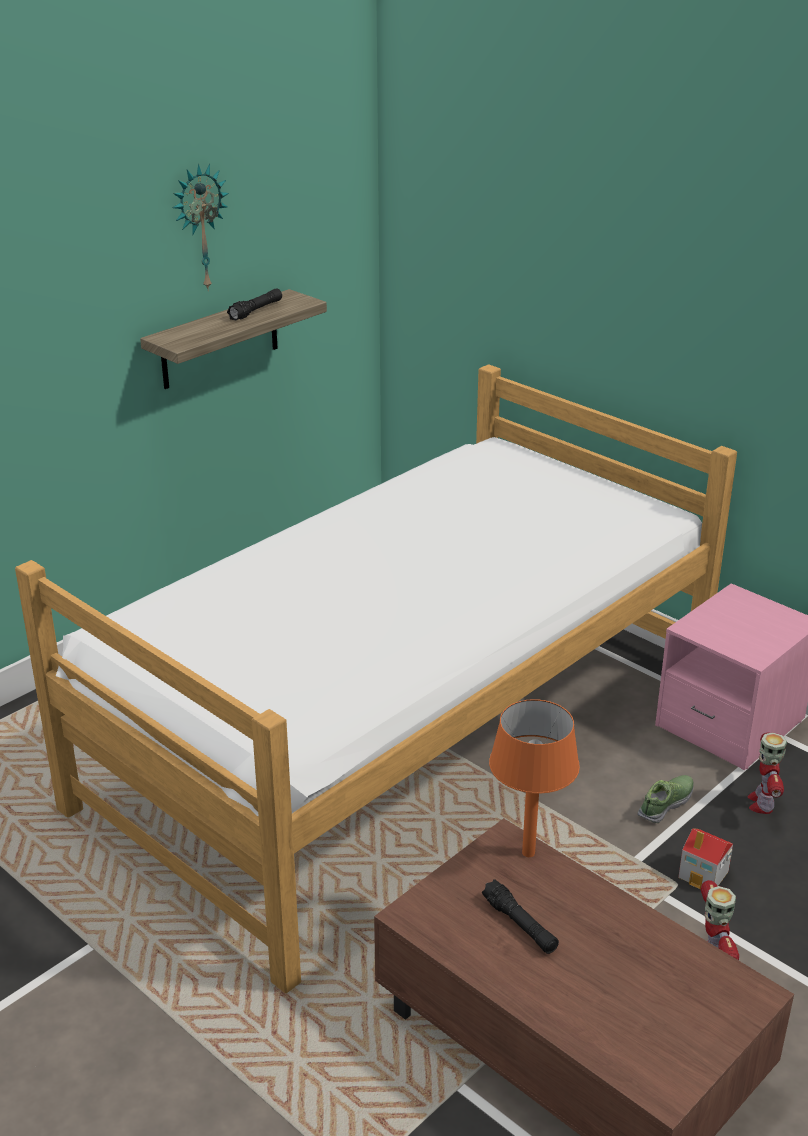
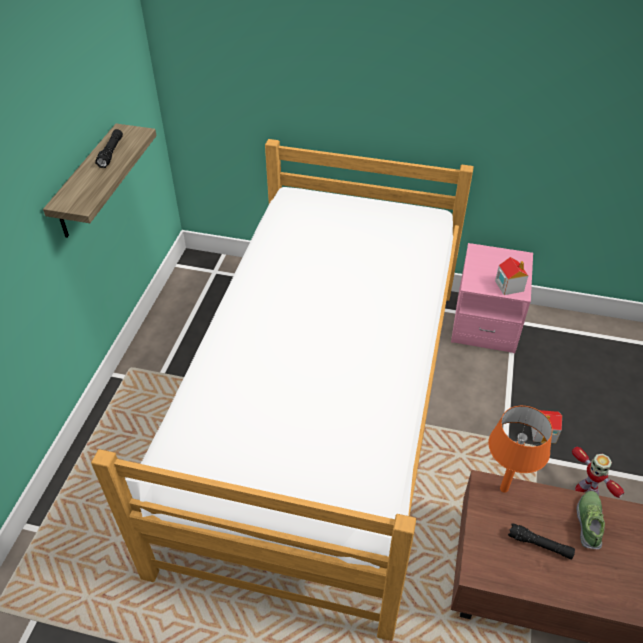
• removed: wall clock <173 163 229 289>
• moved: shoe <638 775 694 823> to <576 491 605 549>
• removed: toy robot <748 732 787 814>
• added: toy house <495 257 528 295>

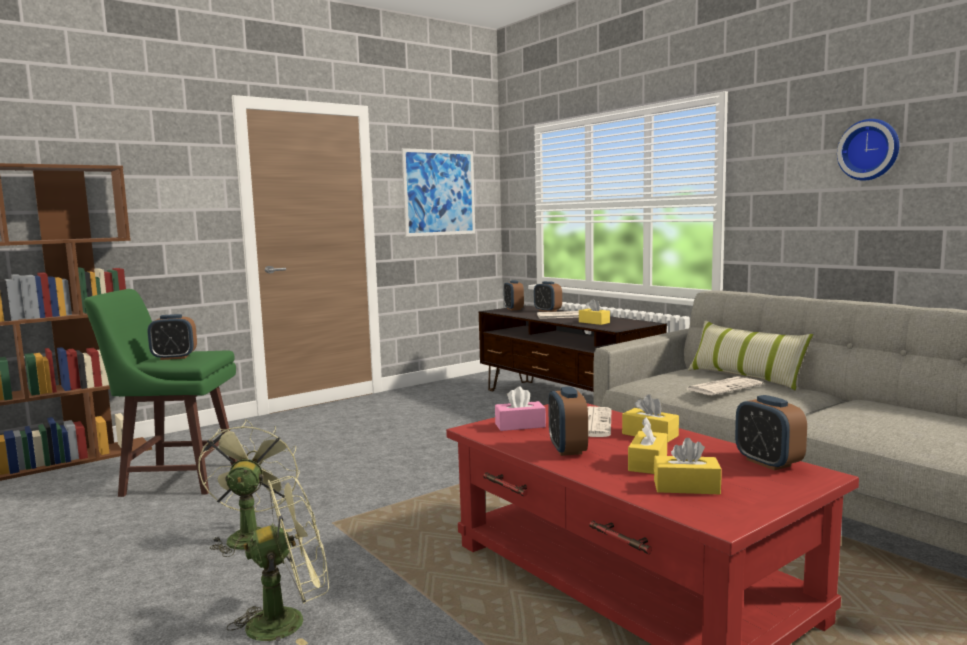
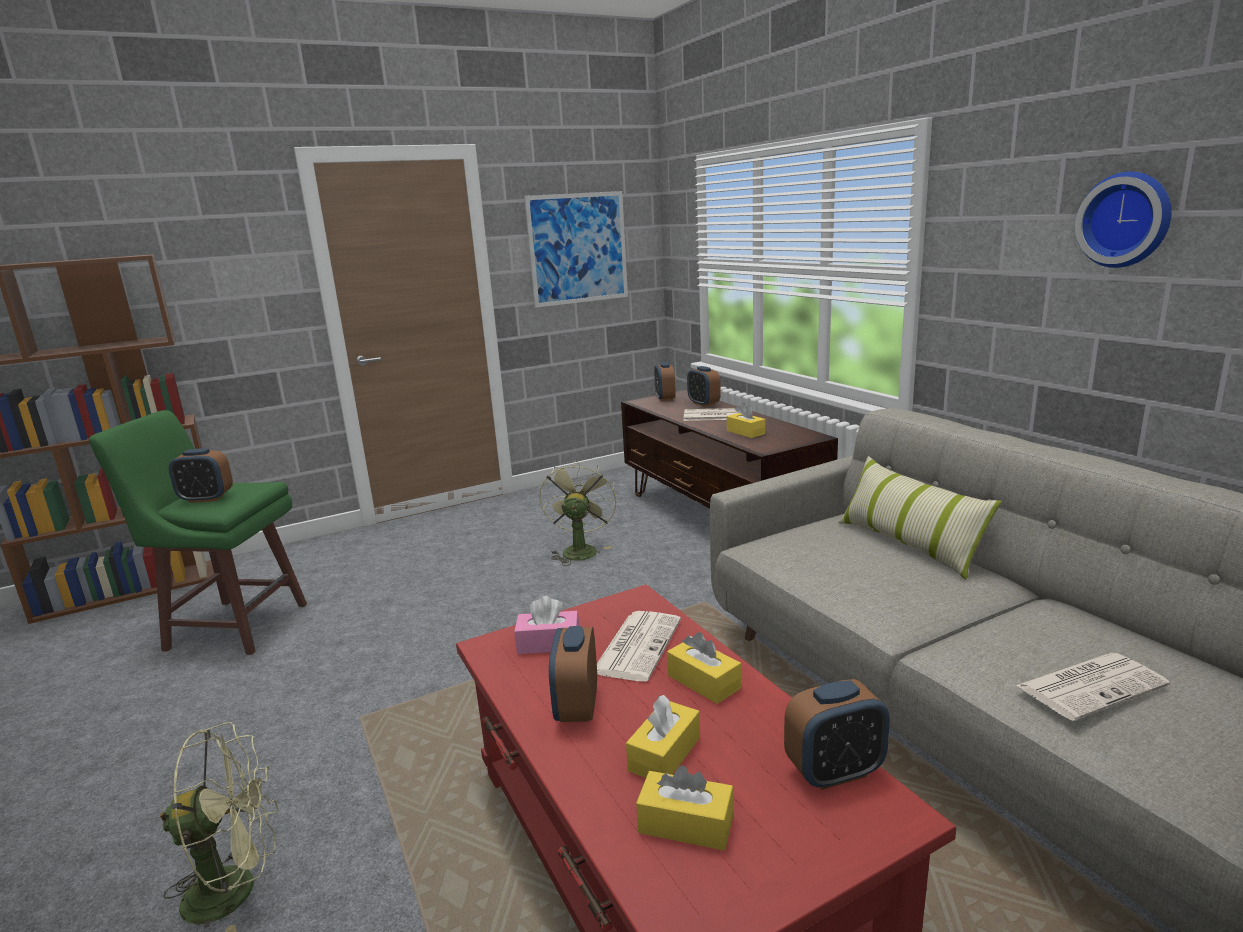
• moved: fan (green) <198 419 300 557> to <539 460 616 566>
• moved: newspaper <687 376 762 395> to <1015 653 1170 721>
• turned: alarm clock <735 395 807 471> = <784 679 890 790> 90 degrees counterclockwise

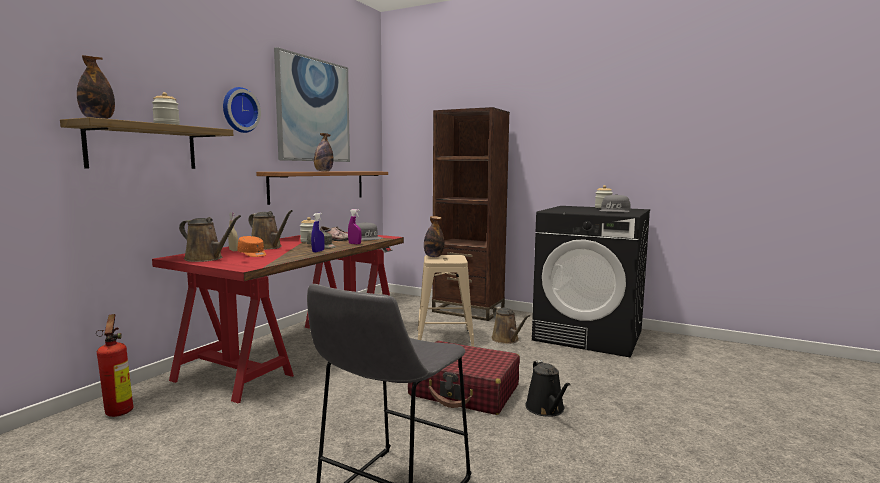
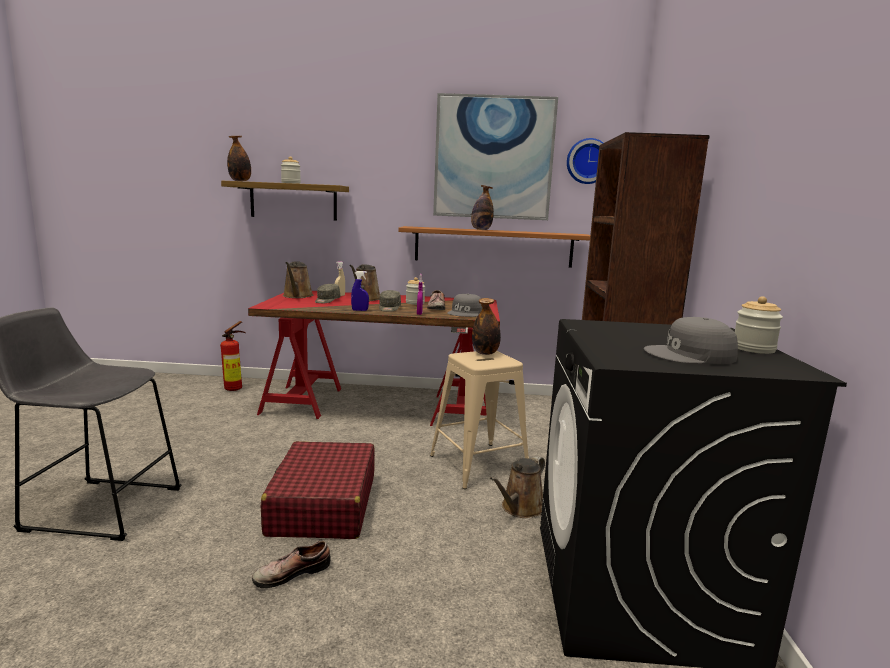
• moved: wall clock <223 87 261 133> to <567 138 603 184>
• recoloured: cap (orange) <237 236 266 257> to cap (grey) <315 284 340 303>
• replaced: watering can (black) <525 360 571 417> to shoe <252 540 331 588>

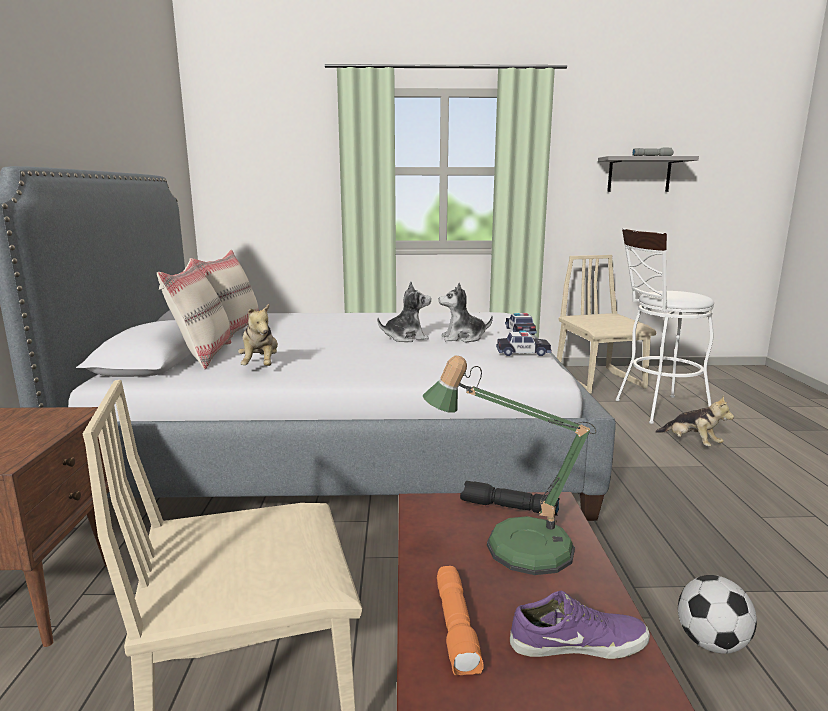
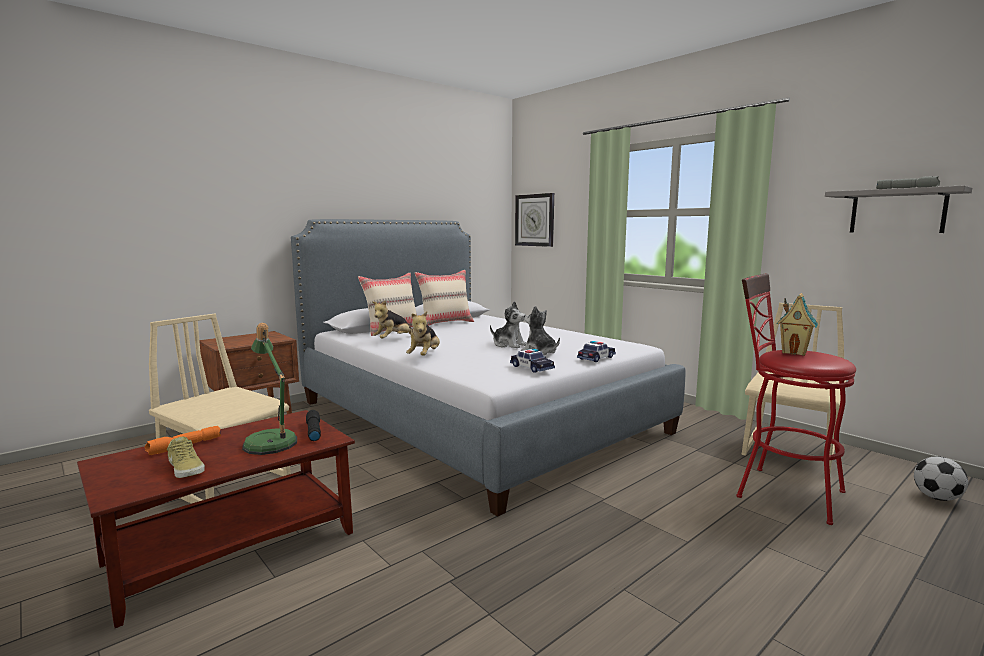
• recoloured: shoe (purple) <510 591 650 659> to shoe (beige) <167 436 205 478>
• recoloured: stool (white) <615 228 714 424> to stool (red) <736 273 856 525>
• moved: plush toy <655 396 734 446> to <406 311 440 356>
• moved: football <678 575 757 654> to <914 456 968 501>
• added: wall clock <515 193 554 247>
• added: toy house <777 293 818 356>

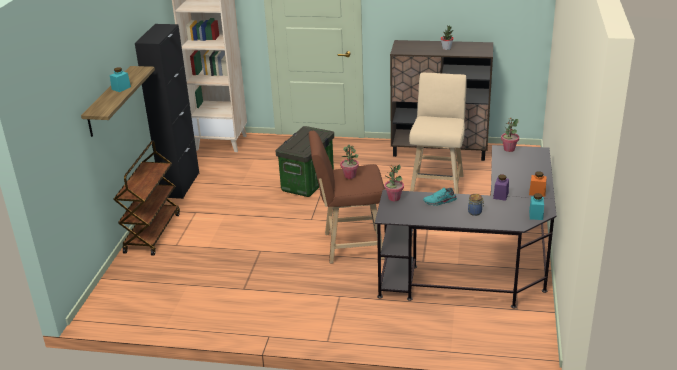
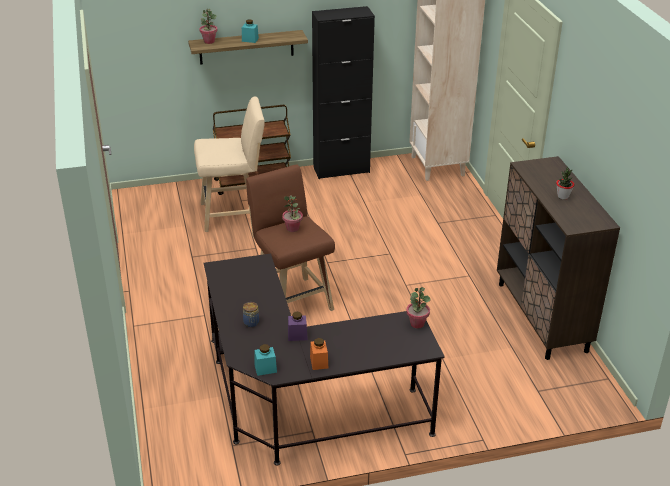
• removed: storage box <275 126 334 197>
• moved: potted plant <384 164 404 201> to <199 9 217 44>
• moved: stool (beige) <409 73 467 194> to <194 97 265 232>
• removed: shoe (turquoise) <423 188 457 206>

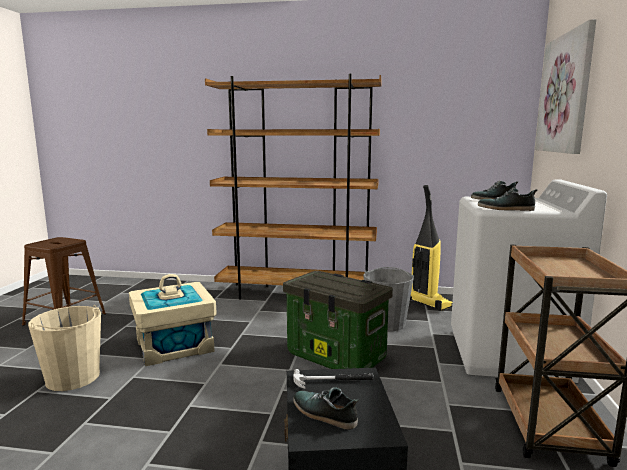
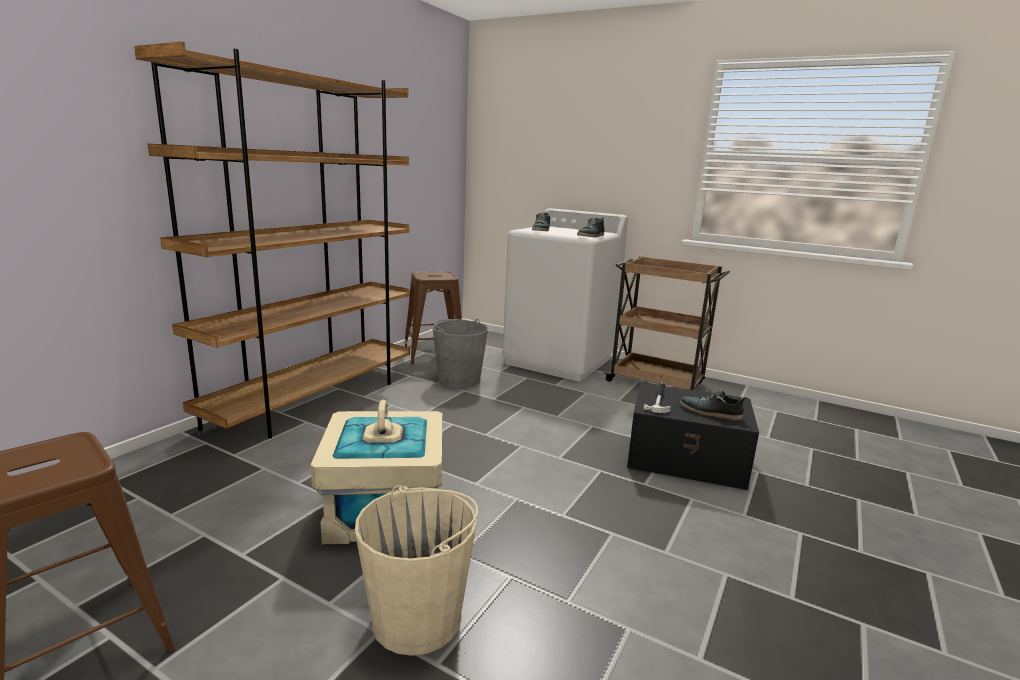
• removed: storage box <283 271 393 369>
• turned: shoe <294 387 358 430> = <680 390 747 421> 60 degrees clockwise
• replaced: vacuum cleaner <410 185 452 311> to stool (brown) <405 271 462 364>
• removed: picture <535 19 596 154>

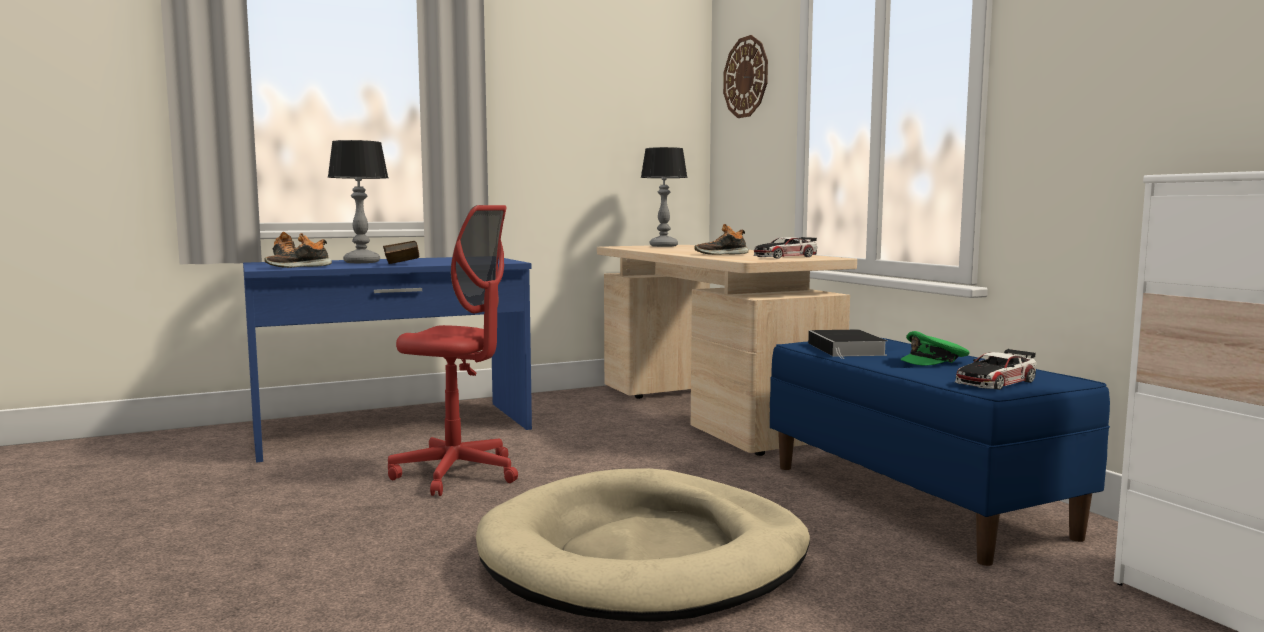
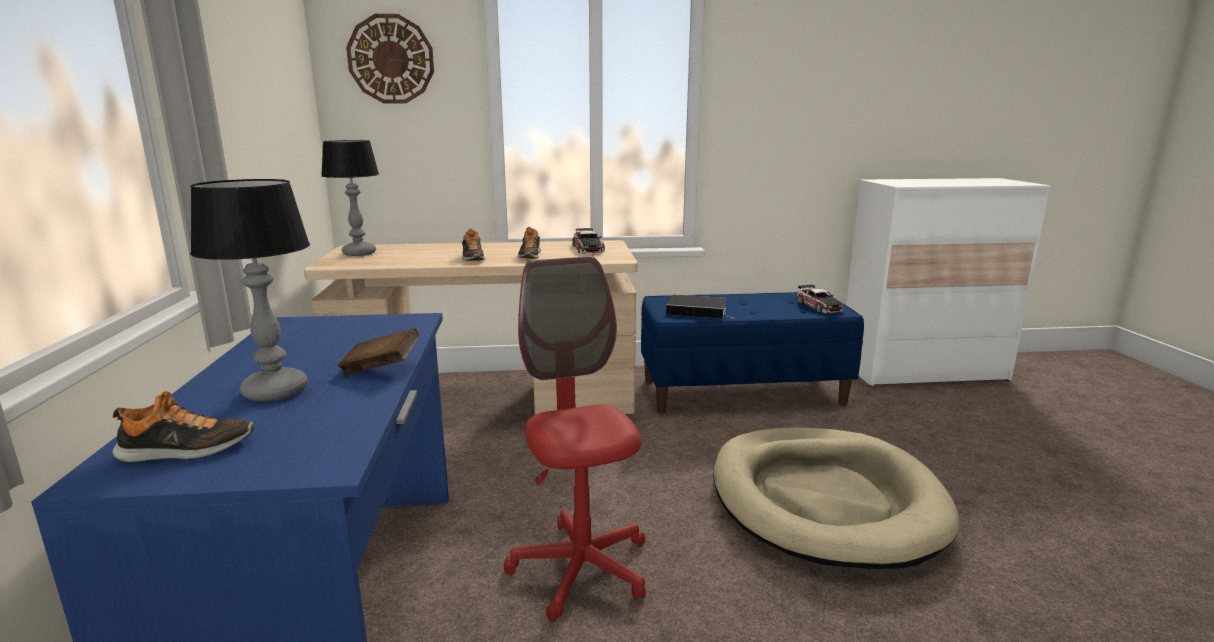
• moved: shoe <265 233 332 268> to <462 228 485 261>
• turned: office chair (red) <388 205 518 496> = <504 256 646 622> 60 degrees counterclockwise
• removed: cap (green) <901 331 969 365>

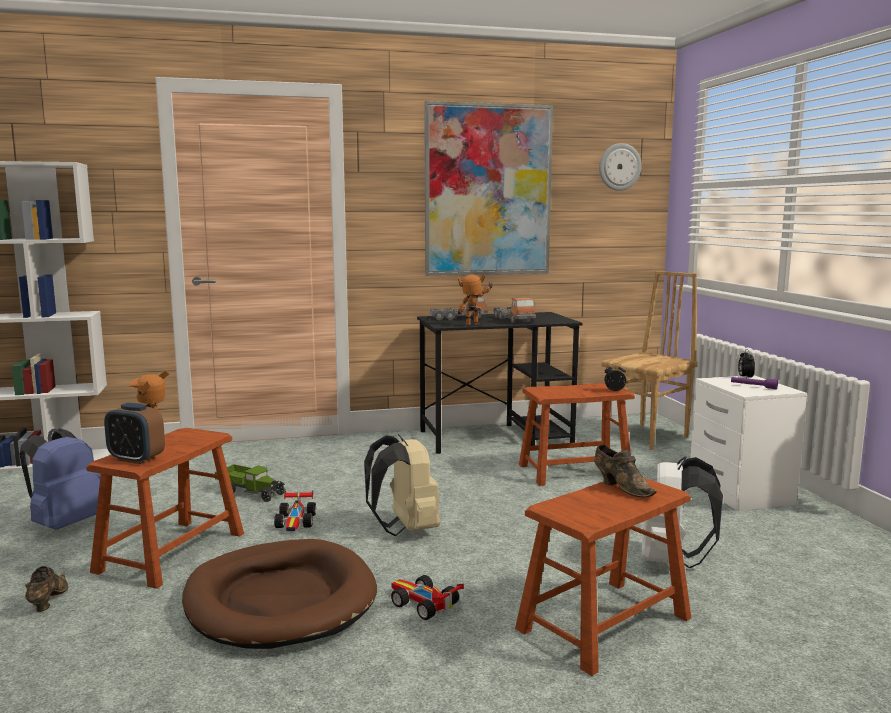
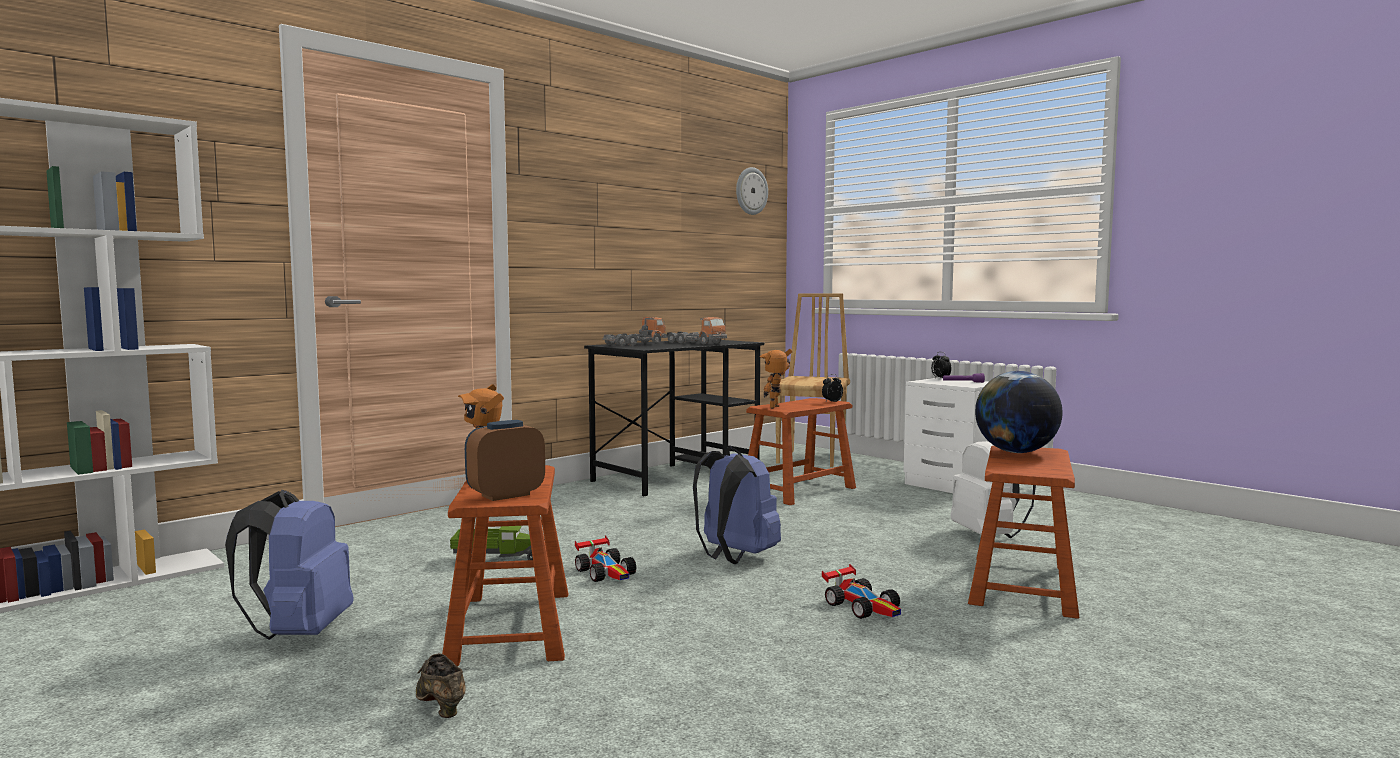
• turned: alarm clock <104 403 165 464> = <465 420 545 501> 150 degrees clockwise
• removed: dog bed (brown) <182 539 377 649>
• recoloured: backpack (beige) <364 434 440 536> to backpack (blue) <693 446 781 564>
• turned: toy car <391 575 464 620> = <822 564 901 619> 135 degrees counterclockwise
• removed: picture <424 101 553 276>
• moved: toy robot <458 274 493 326> to <760 349 793 409>
• replaced: shoe (brown) <594 444 657 498> to globe <975 371 1062 453>

